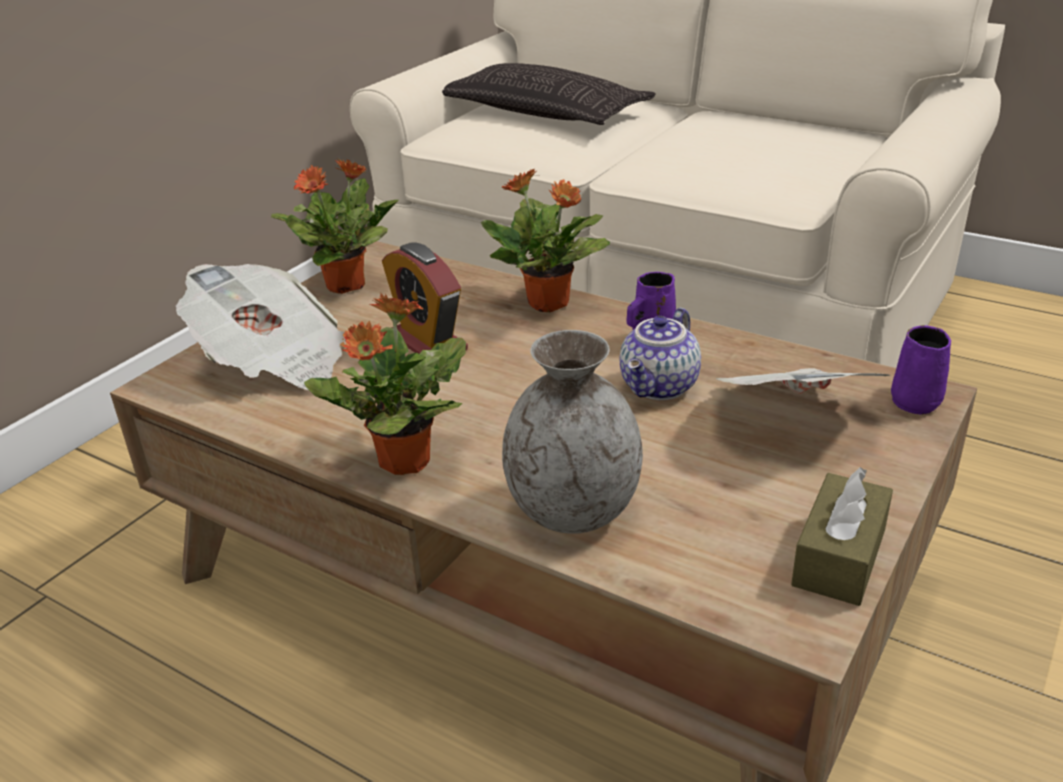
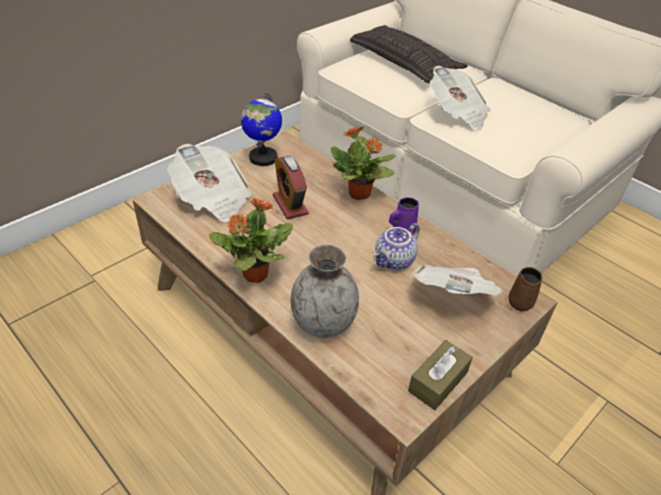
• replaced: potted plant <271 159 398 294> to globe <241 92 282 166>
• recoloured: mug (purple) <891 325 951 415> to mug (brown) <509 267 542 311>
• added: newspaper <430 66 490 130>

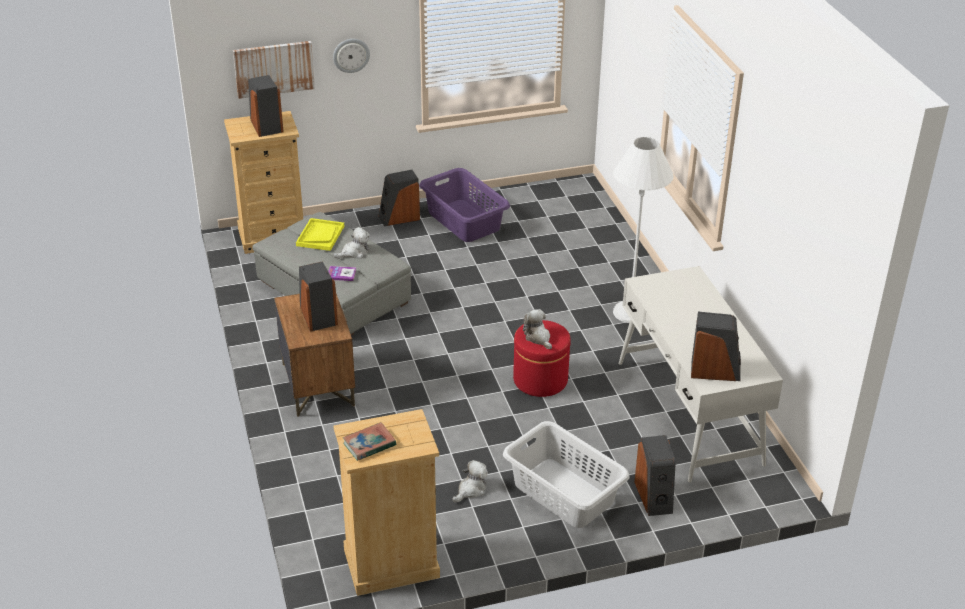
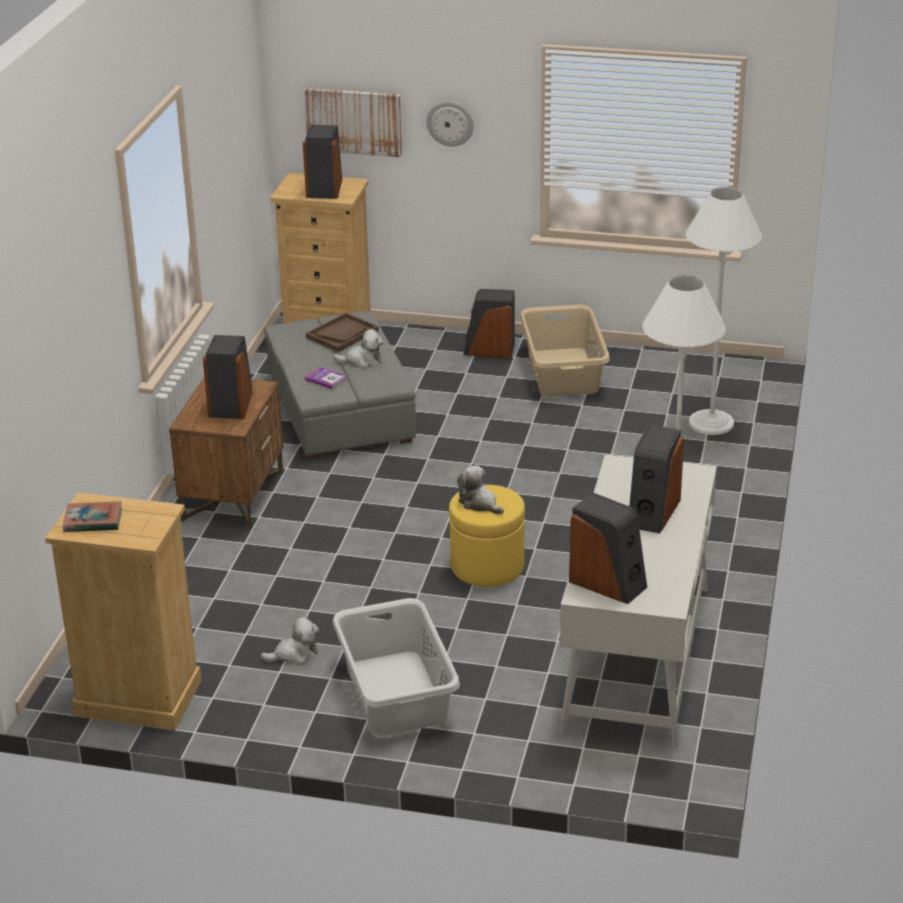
• recoloured: tray (yellow) <296 218 344 251> to tray (brown) <306 313 379 352>
• recoloured: laundry basket (purple) <419 168 510 242> to laundry basket (beige) <520 305 610 397>
• recoloured: ottoman (red) <513 320 571 397> to ottoman (yellow) <449 485 525 587>
• turned: plush toy <523 309 552 350> = <457 465 504 515> 45 degrees counterclockwise
• moved: speaker <634 435 675 516> to <629 424 684 534>
• added: floor lamp (white) <686 187 762 435>

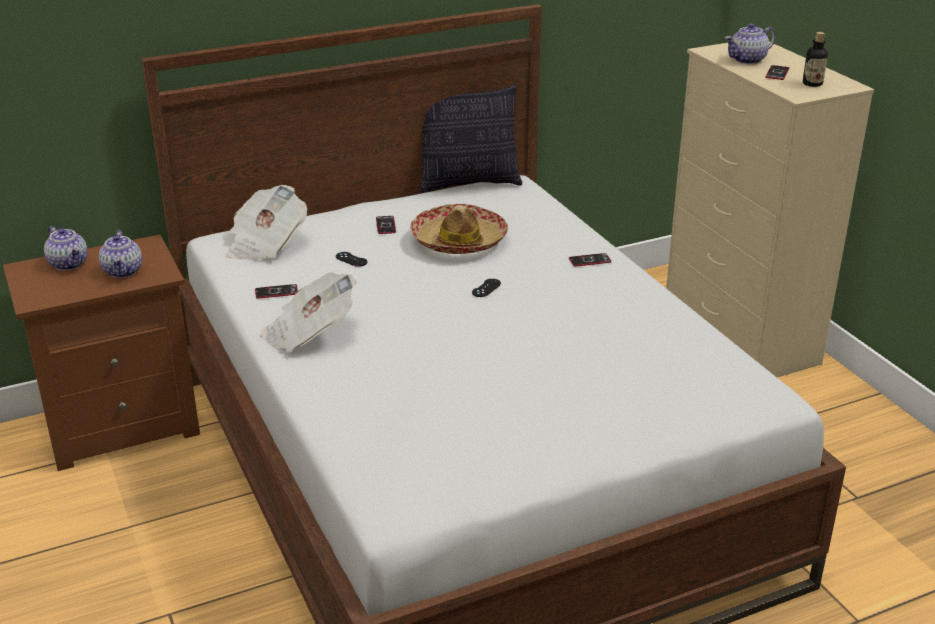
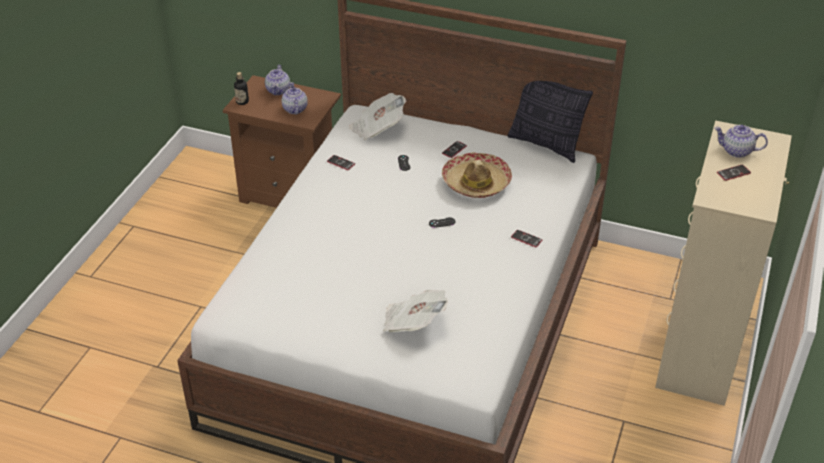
• turned: teapot <99 230 142 278> = <282 82 308 115> 135 degrees clockwise
• moved: newspaper <261 272 357 353> to <383 290 448 332>
• moved: bottle <803 32 828 87> to <234 72 249 105>

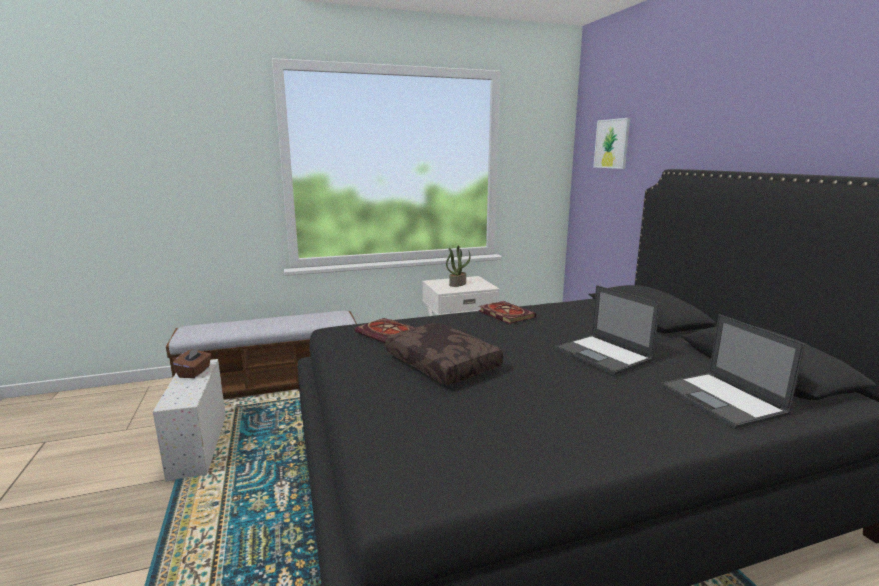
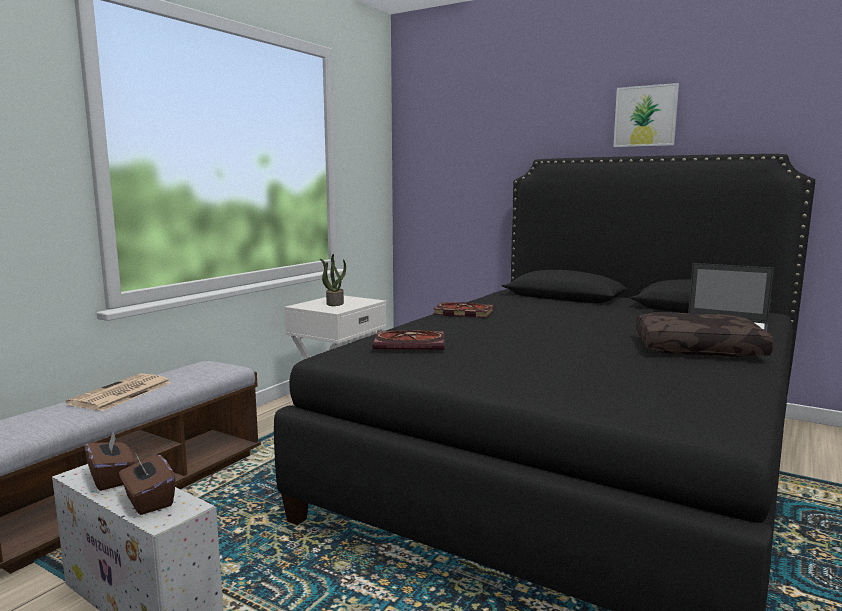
• moved: pillow (brown) <385 323 503 385> to <636 312 774 357>
• removed: laptop <555 285 660 375>
• moved: picture <593 118 630 169> to <613 83 679 147>
• added: newspaper <66 373 171 411>
• added: tissue box (brown) <119 453 175 515>

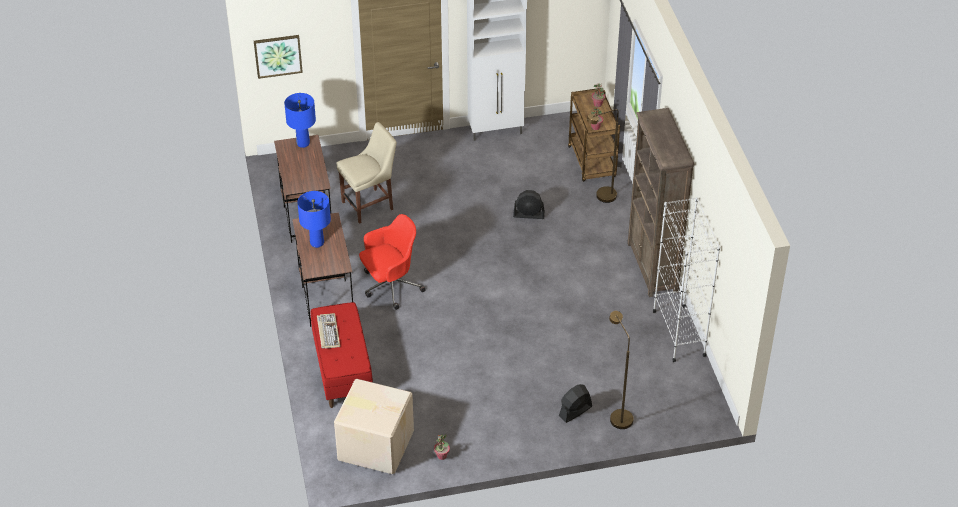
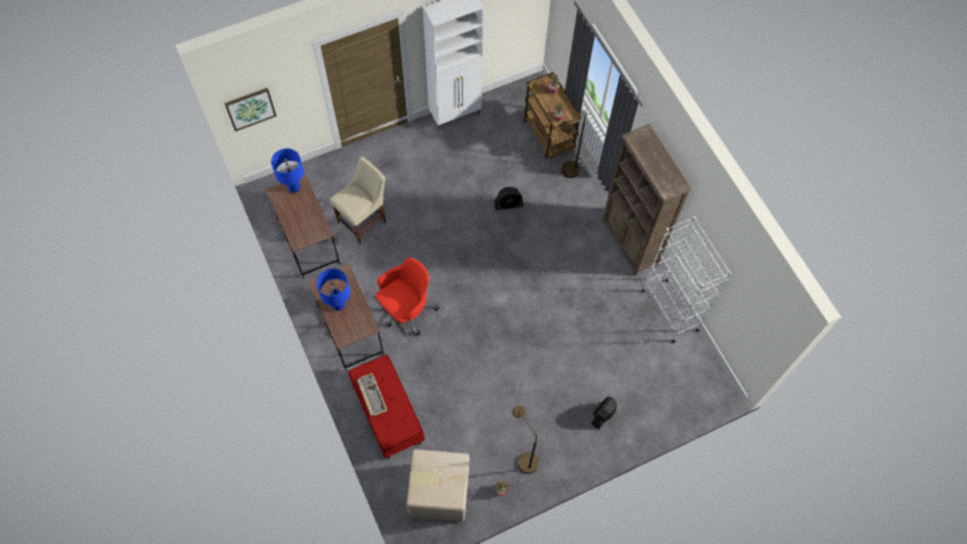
• moved: floor lamp (brown) <609 311 634 429> to <512 405 539 474>

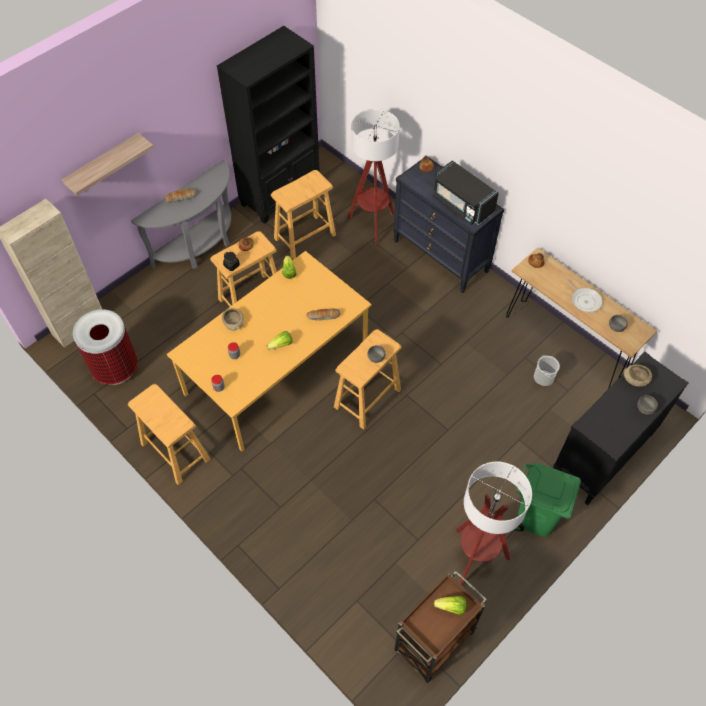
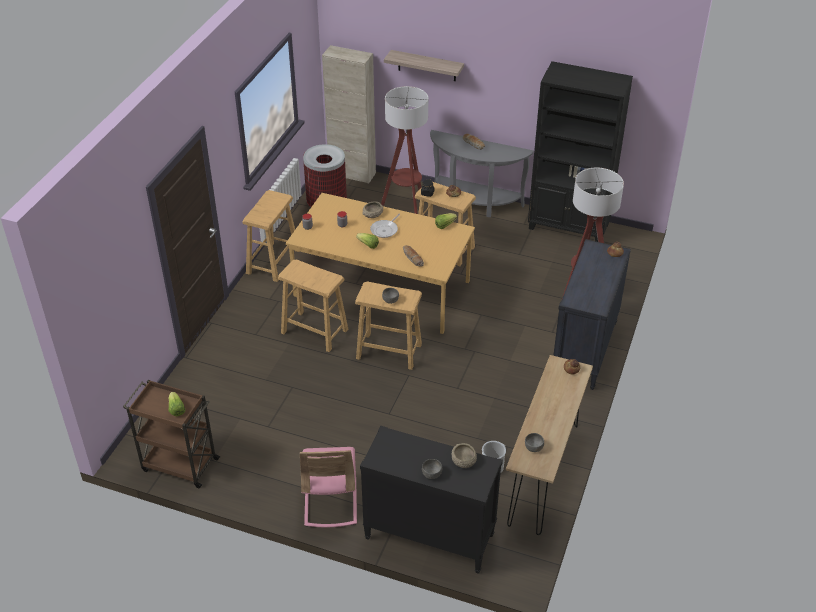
• moved: stool (beige) <271 170 336 260> to <278 260 348 352>
• removed: microwave (black) <433 160 499 225>
• moved: floor lamp <456 462 532 586> to <381 86 428 214>
• replaced: trash can (green) <514 463 581 537> to chair (pink) <300 447 357 527>
• moved: frying pan <565 279 602 312> to <370 214 400 238>

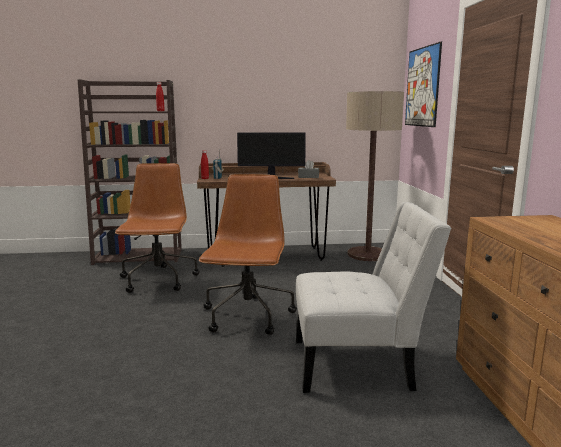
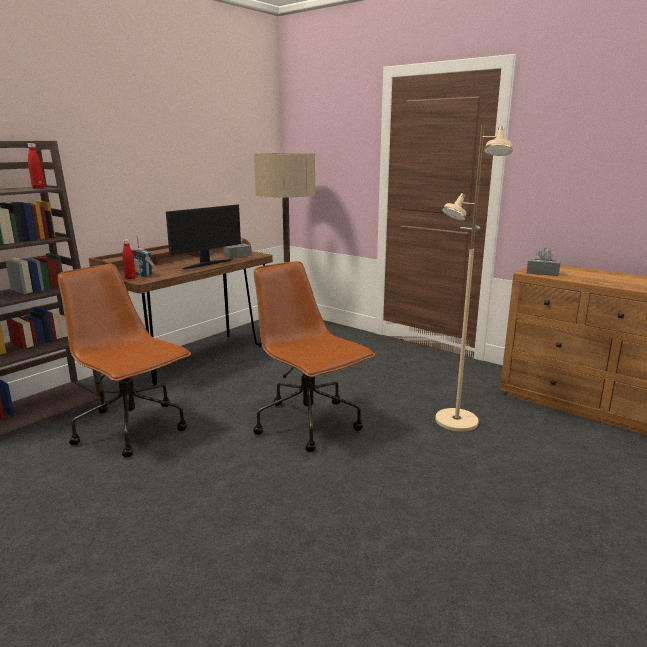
• replaced: chair (white) <296 202 451 393> to floor lamp (beige) <435 125 513 432>
• removed: picture <405 42 442 127>
• added: tissue box (grey) <527 248 560 276>

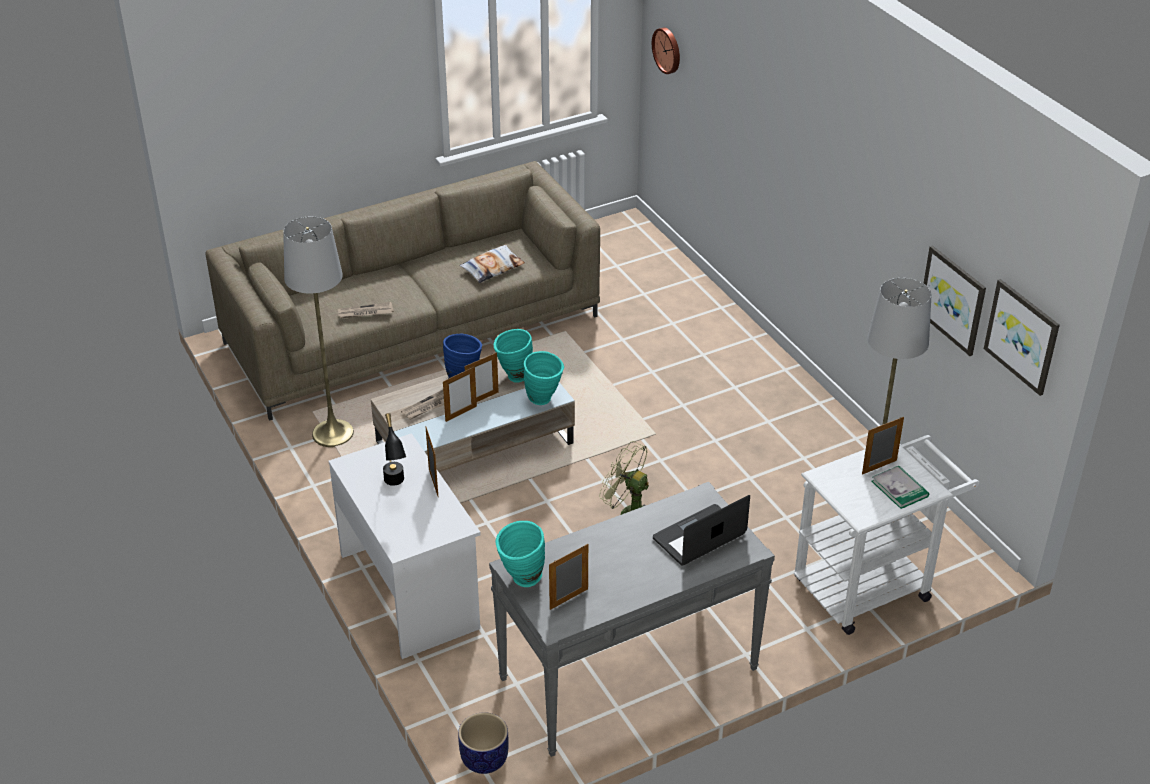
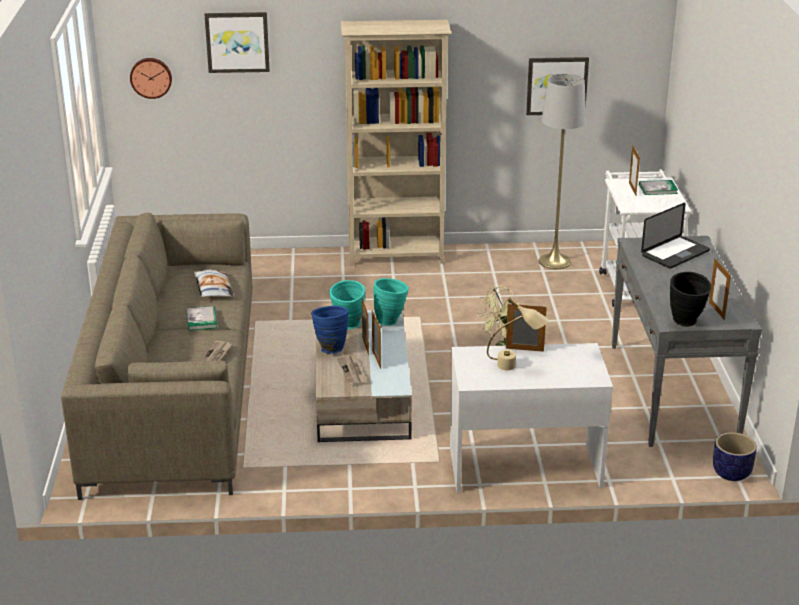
• removed: floor lamp (grey) <283 216 354 447>
• recoloured: table lamp (black) <383 413 406 486> to table lamp (beige) <487 297 549 370>
• recoloured: vase (turquoise) <495 521 545 587> to vase (black) <670 272 711 327>
• turned: laptop <653 495 750 566> = <641 203 710 269> 120 degrees counterclockwise
• moved: picture <984 279 1060 396> to <204 12 270 73>
• added: book <187 306 217 331>
• added: bookcase (beige) <341 20 452 266>

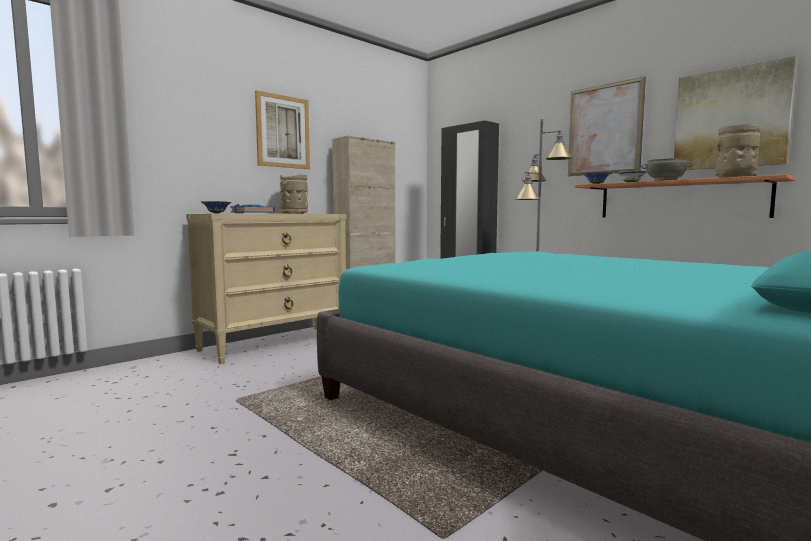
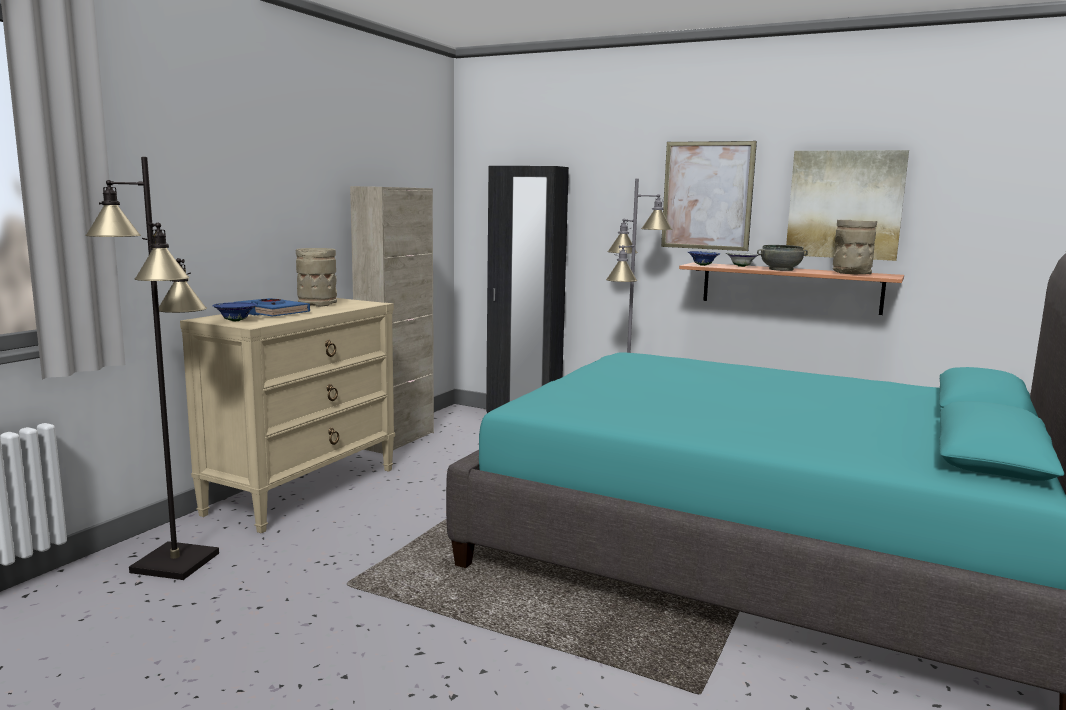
• removed: picture <255 90 310 169>
• added: floor lamp (black) <85 157 219 580>

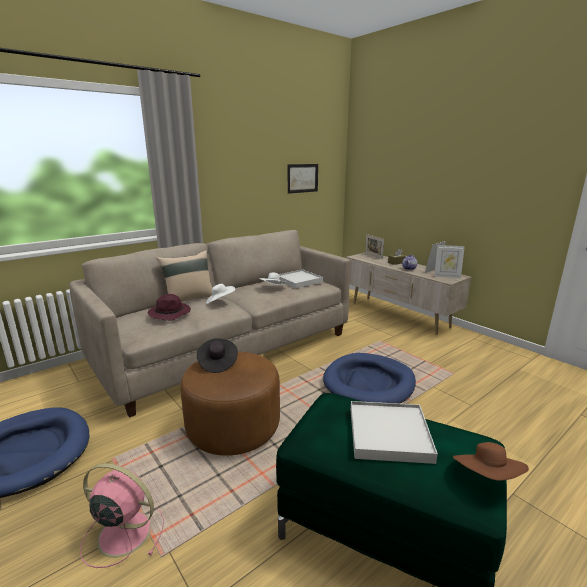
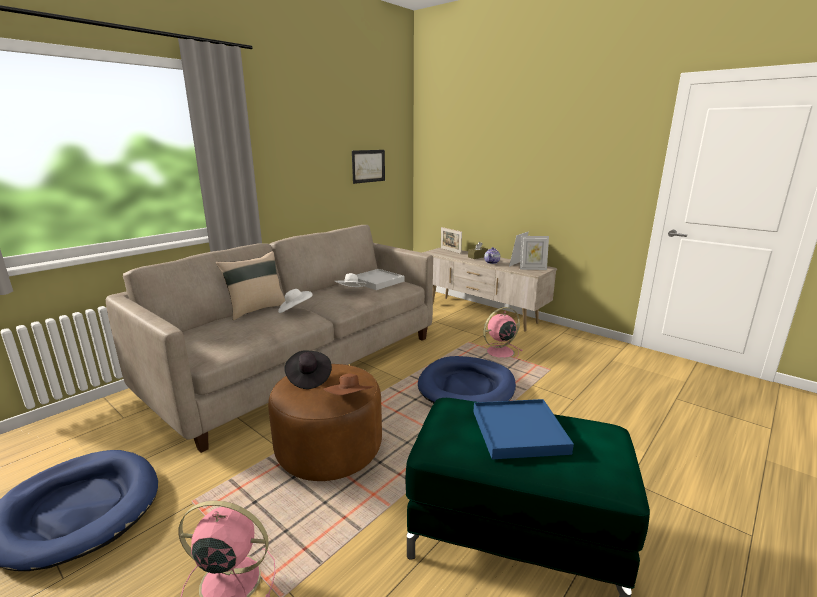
• removed: hat (purple) <148 294 191 321>
• recoloured: tray (white) <351 401 438 464> to tray (blue) <473 399 574 459>
• moved: hat (brown) <453 442 529 481> to <323 373 374 395>
• added: fan (pink) <483 307 523 359>

